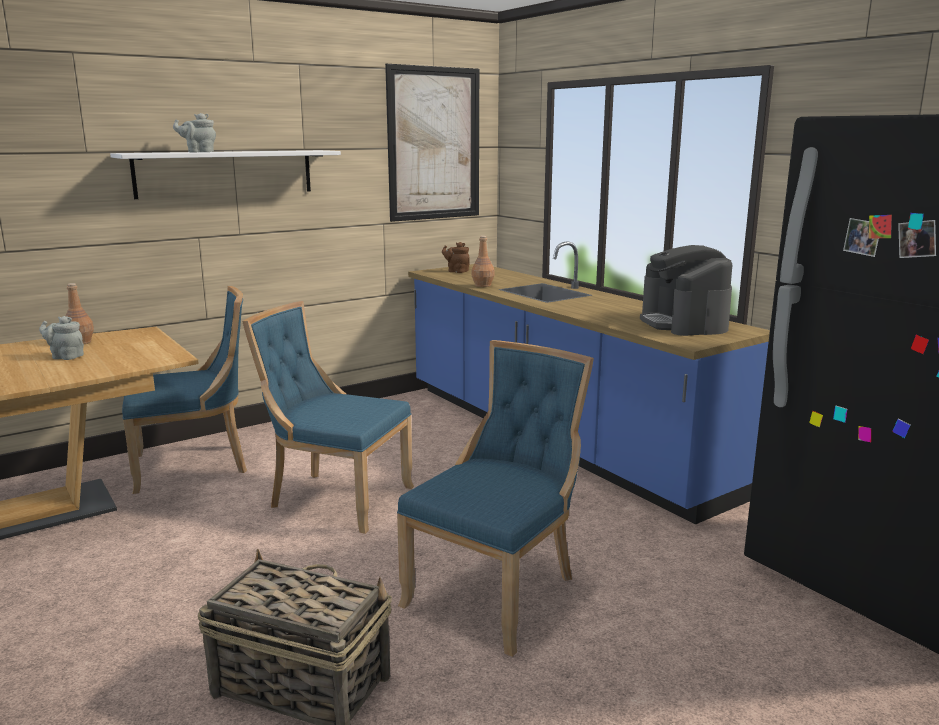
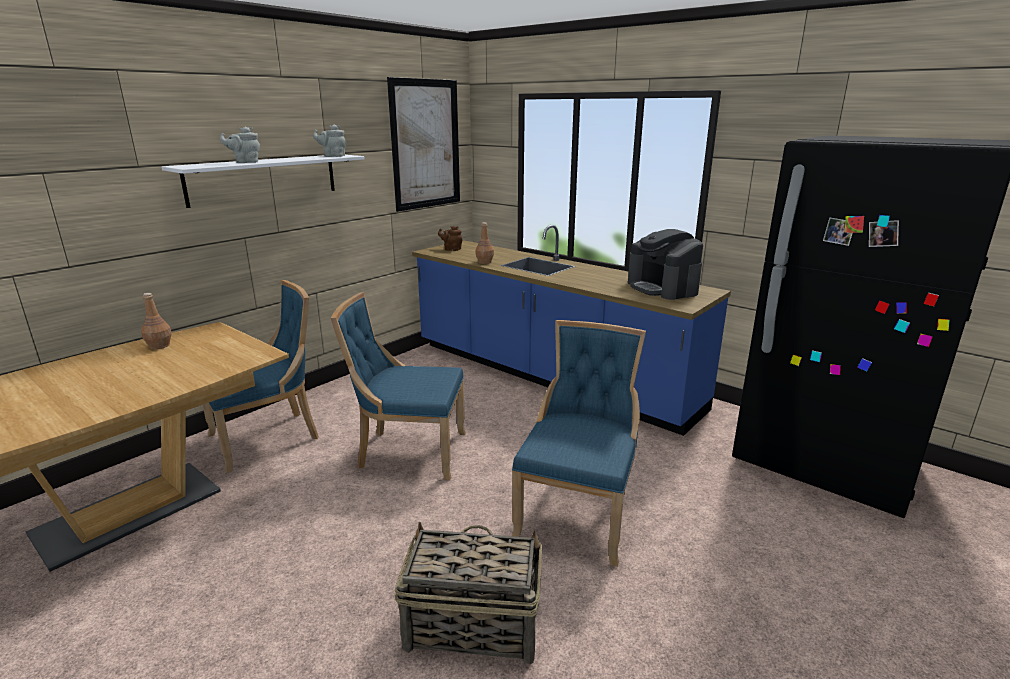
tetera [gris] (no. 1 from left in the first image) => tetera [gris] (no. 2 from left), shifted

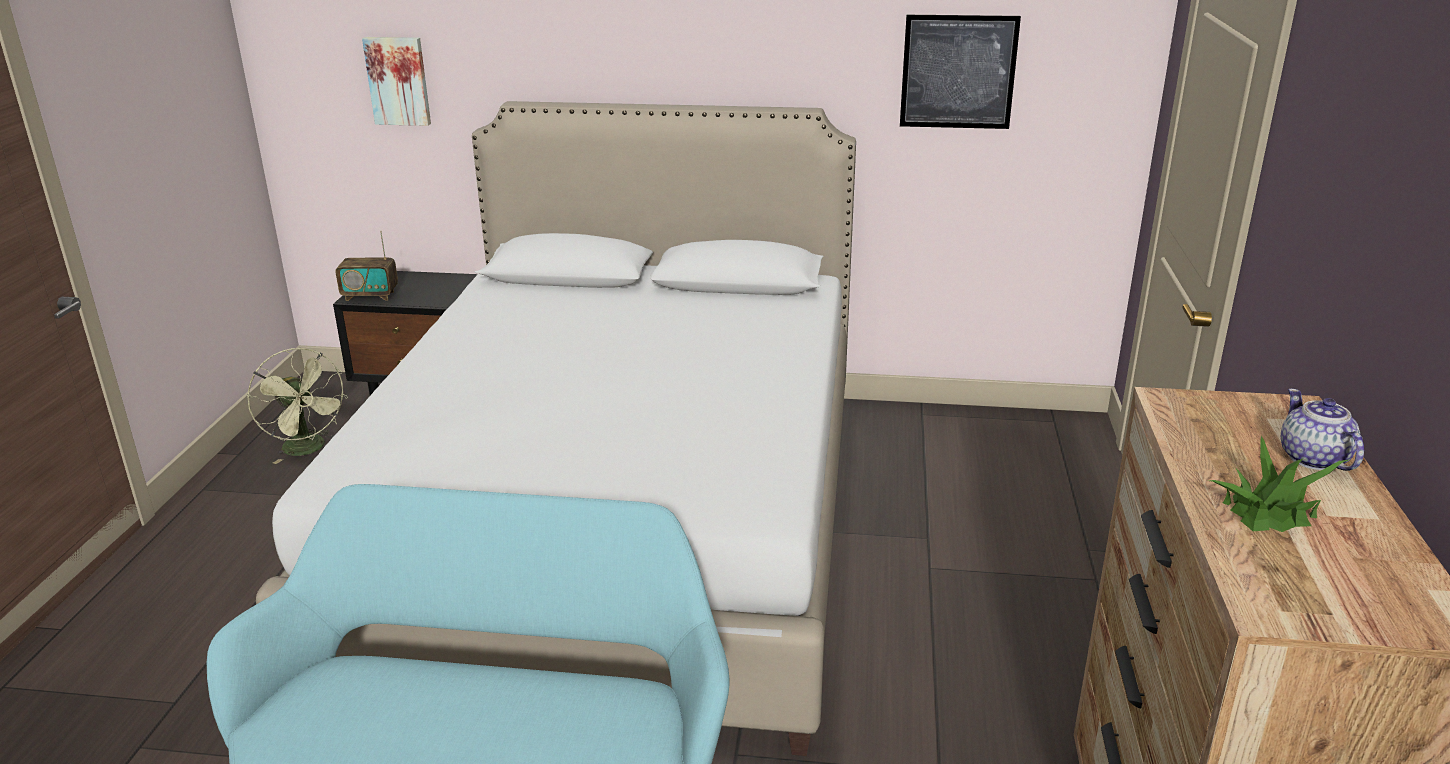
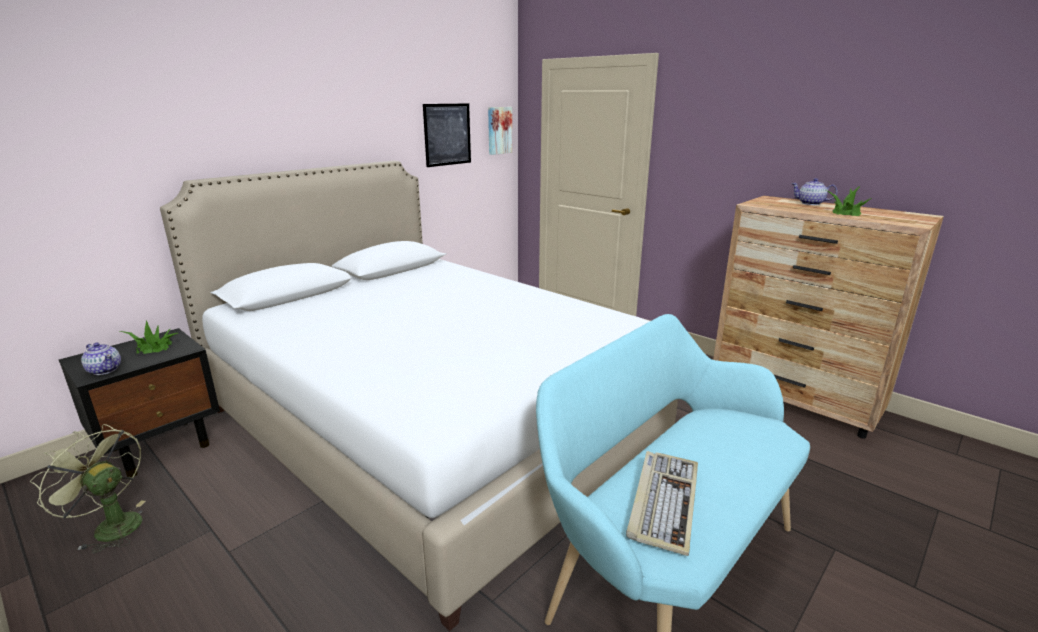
ventilador [verde], 150 degrees counterclockwise
radio => tetera (no. 1 from left)
cuadro (no. 1 from left in the first image) => cuadro (no. 2 from left), shifted
nothing => planta en maceta (no. 1 from left)
nothing => teclado

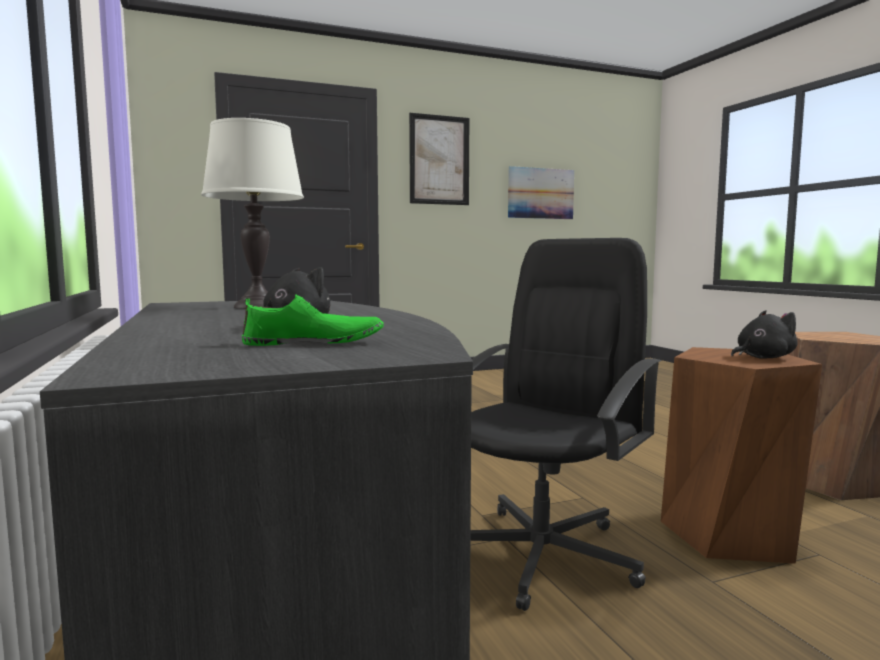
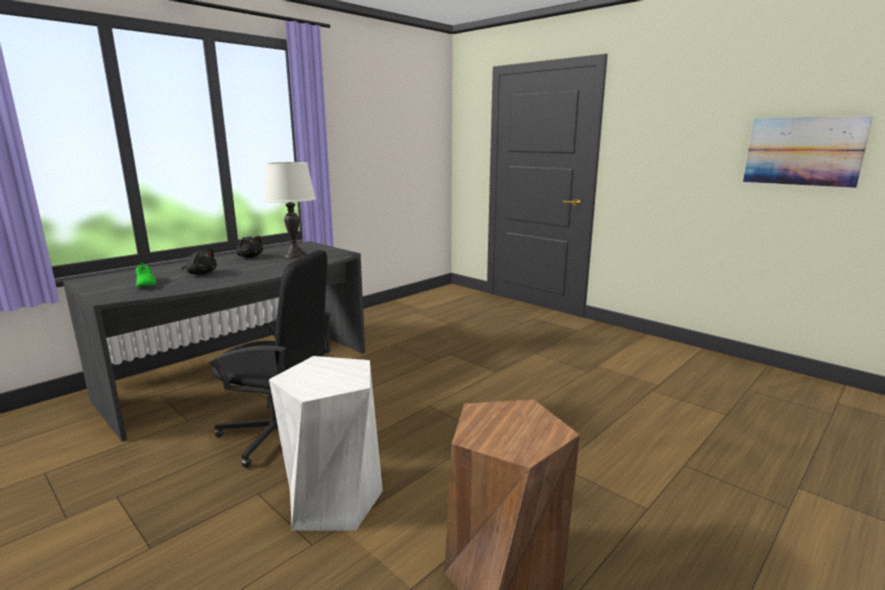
cuadro (no. 1 from left) => nothing
taburete [marrón] (no. 1 from left) => taburete [blanco]
peluche [negro] (no. 2 from left), shifted

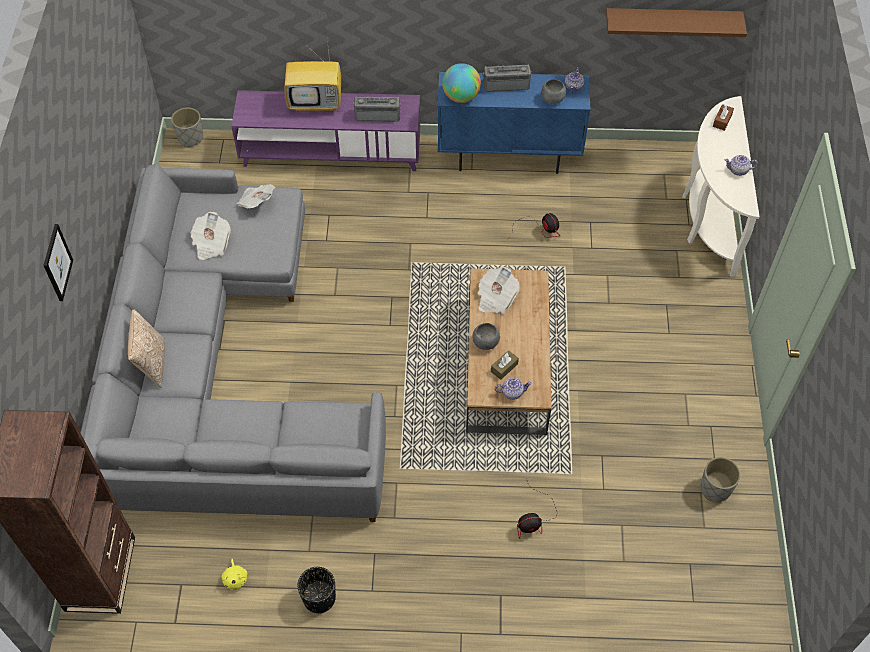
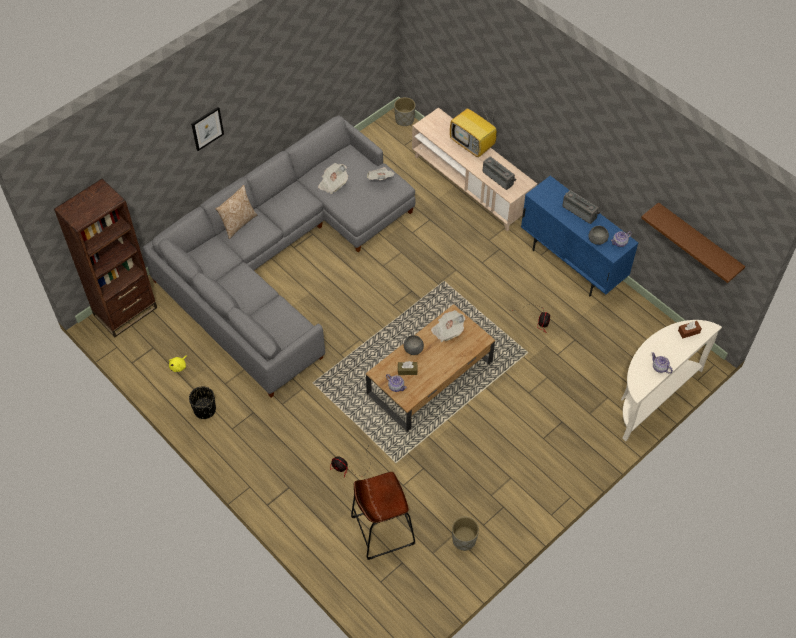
mueble de televisión [morado] => mueble de televisión [beis]
globo terráqueo => nothing
nothing => taburete [marrón]

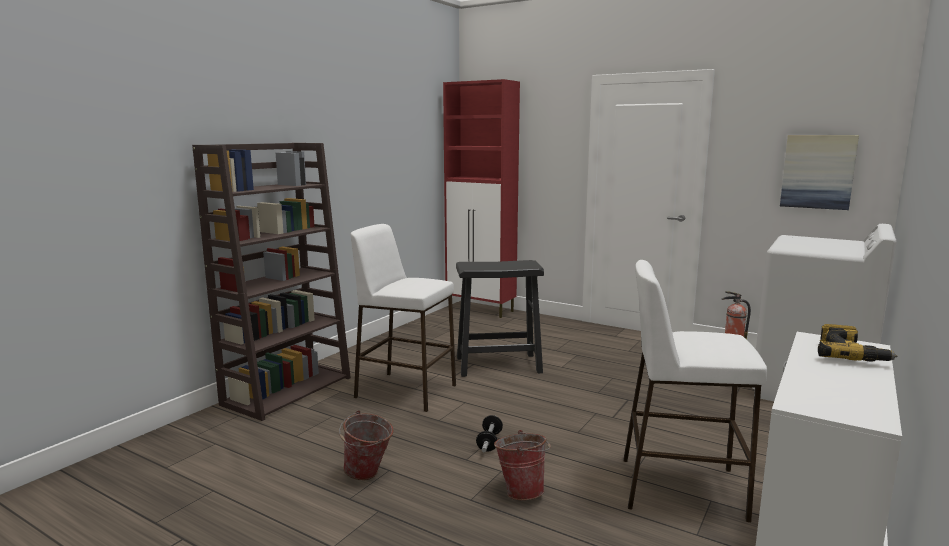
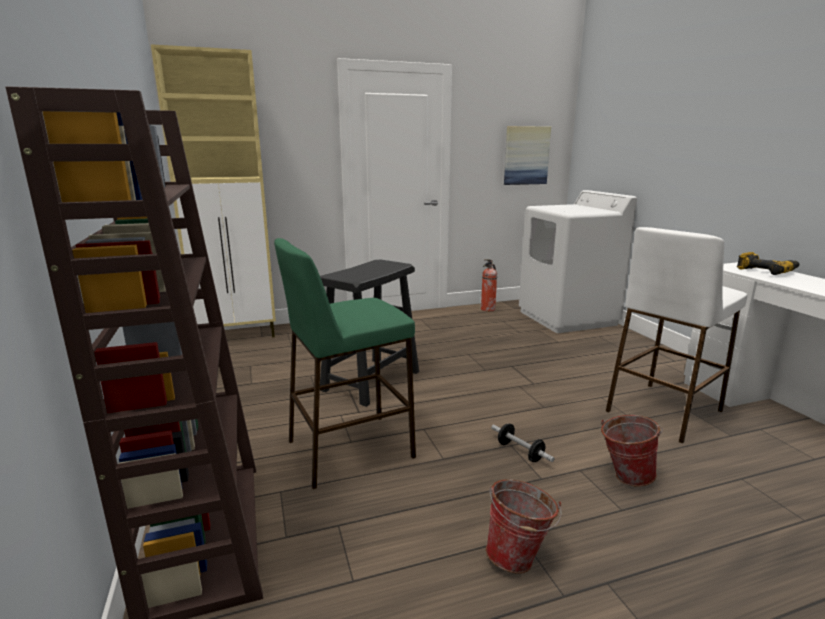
taburete [blanco] (no. 1 from left) => taburete [verde]
armario [rojo] => armario [beis]

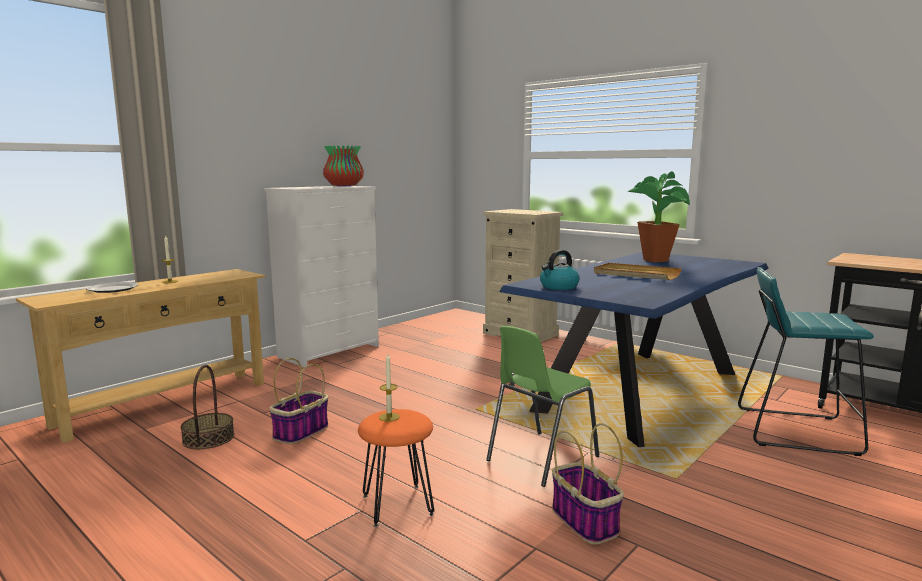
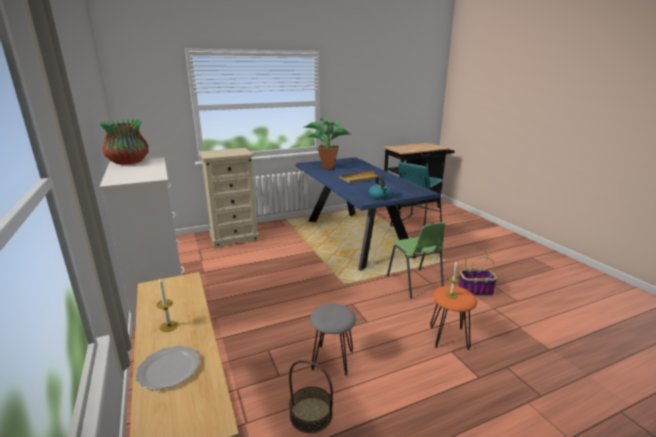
cesta (no. 2 from left) => taburete [gris]

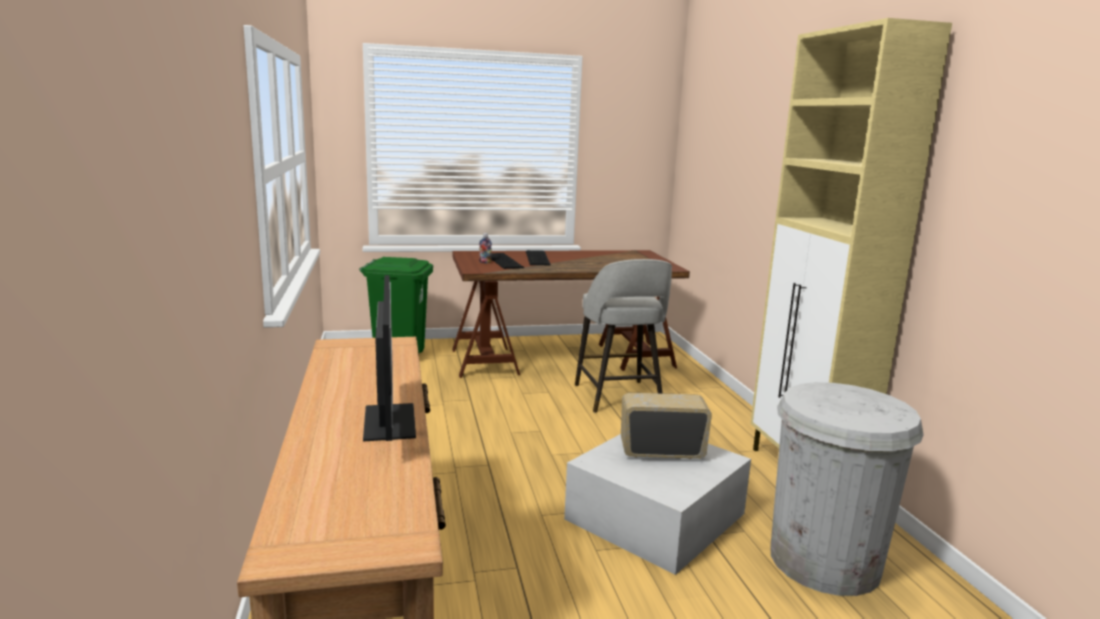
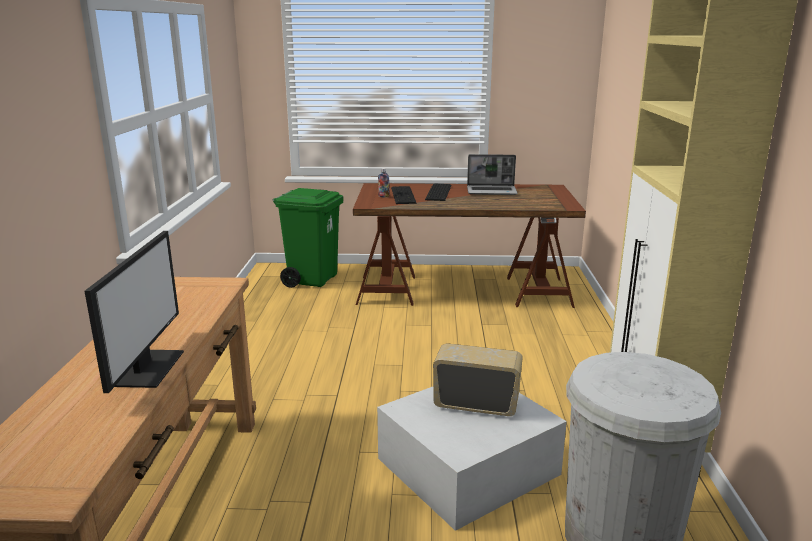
taburete [gris] => nothing
nothing => portátil

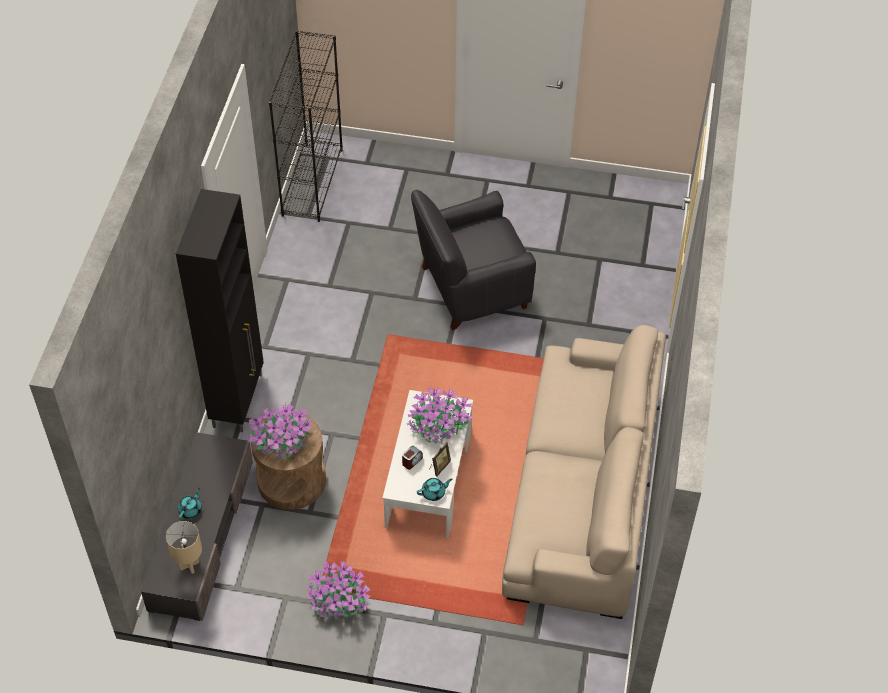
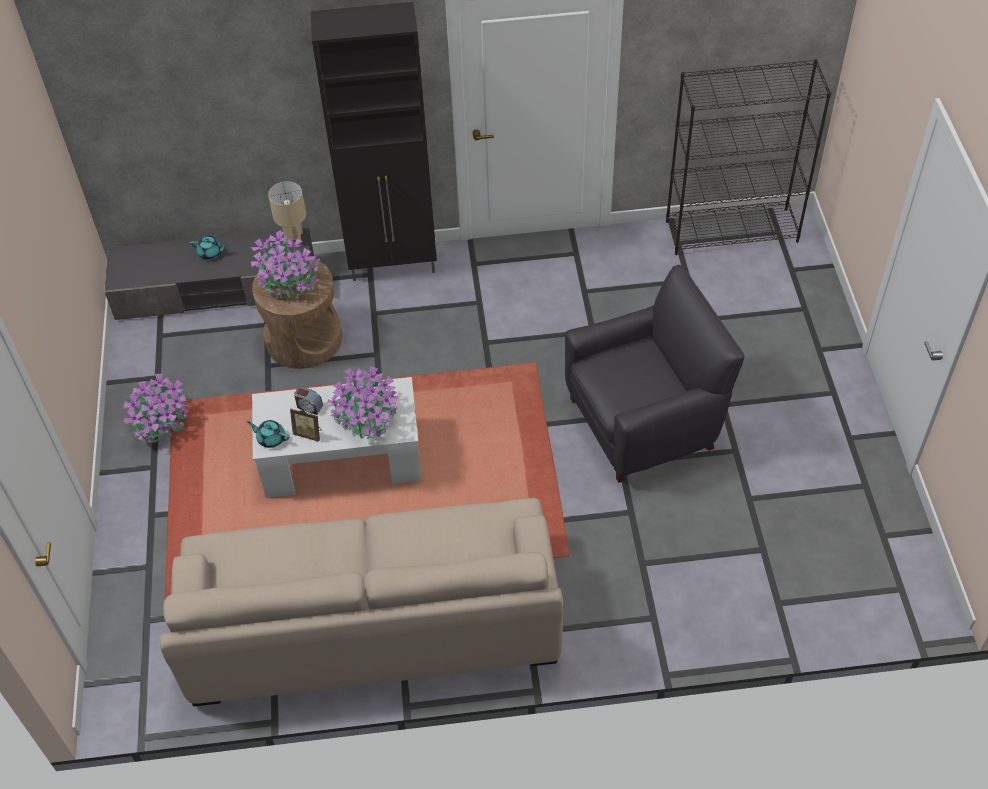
lámpara de mesa [beis], shifted
sillón [negro], 105 degrees clockwise
tetera [turquesa] (no. 2 from left), 150 degrees clockwise

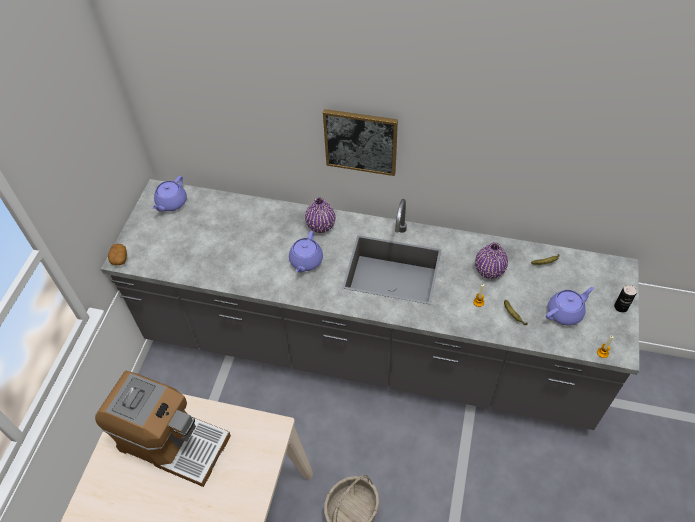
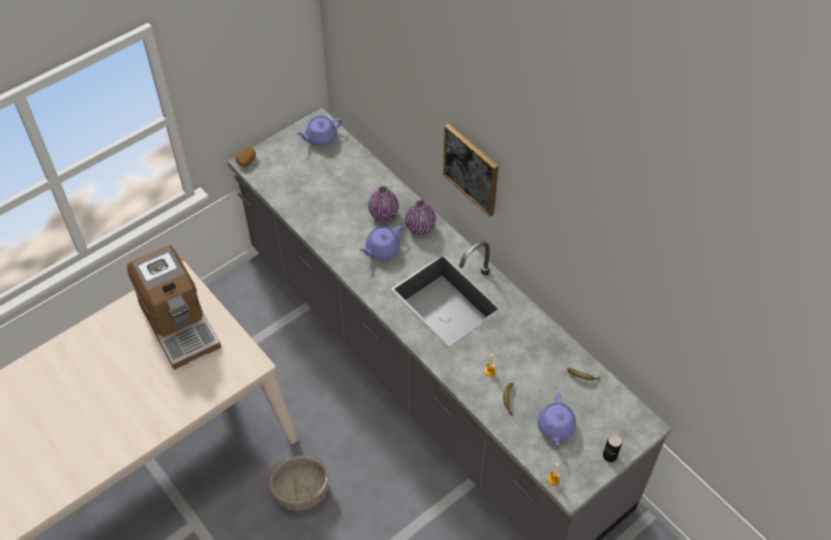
florero [morado] (no. 2 from left in the first image) => florero [morado] (no. 1 from left), shifted
tetera [morado] (no. 3 from left), 90 degrees clockwise

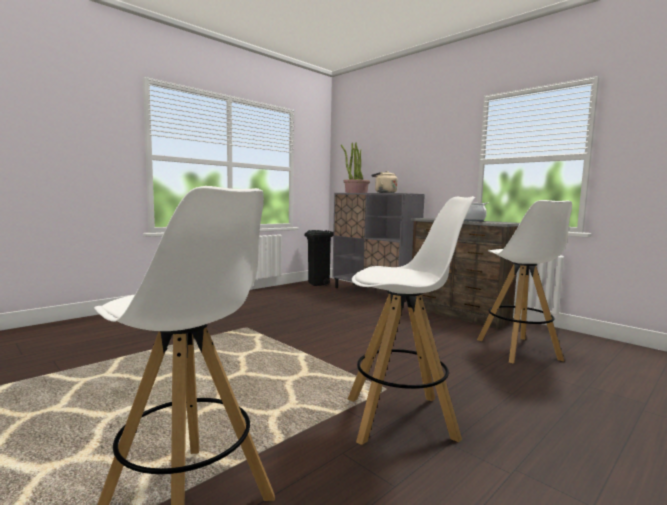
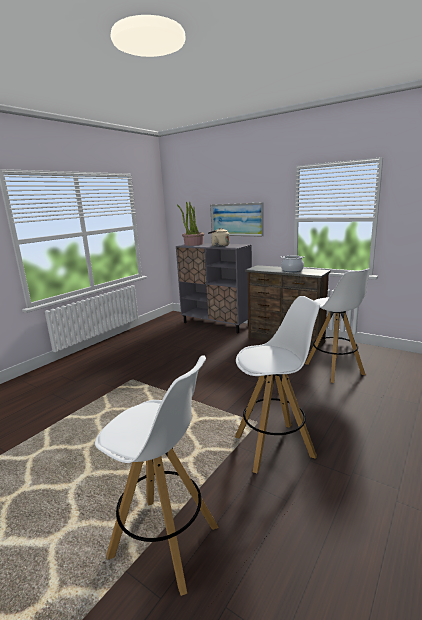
papelera [negro] => nothing
nothing => cuadro

